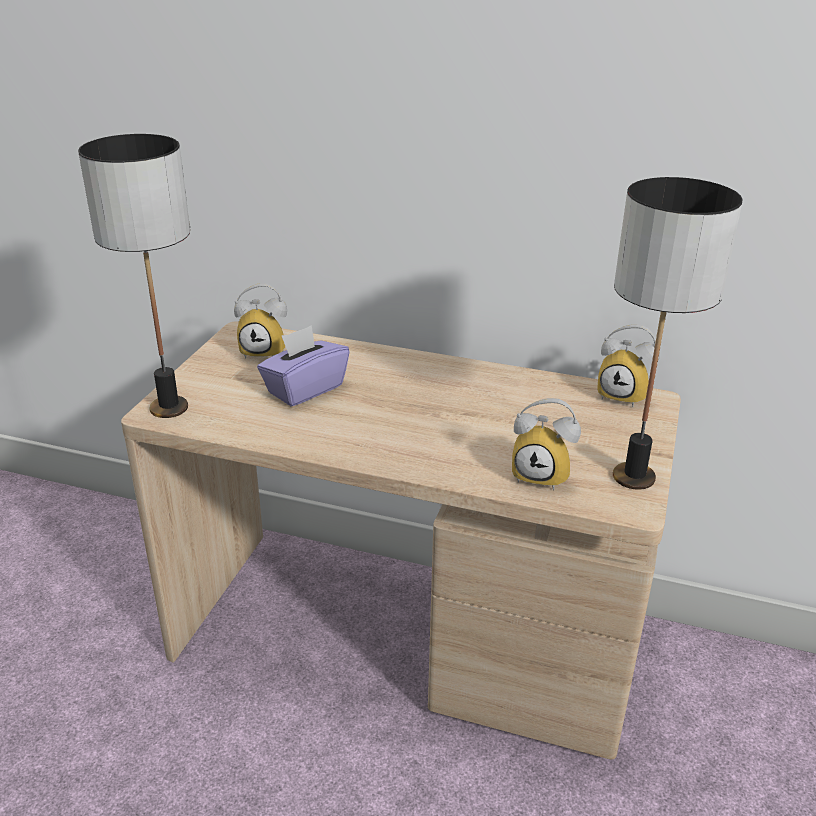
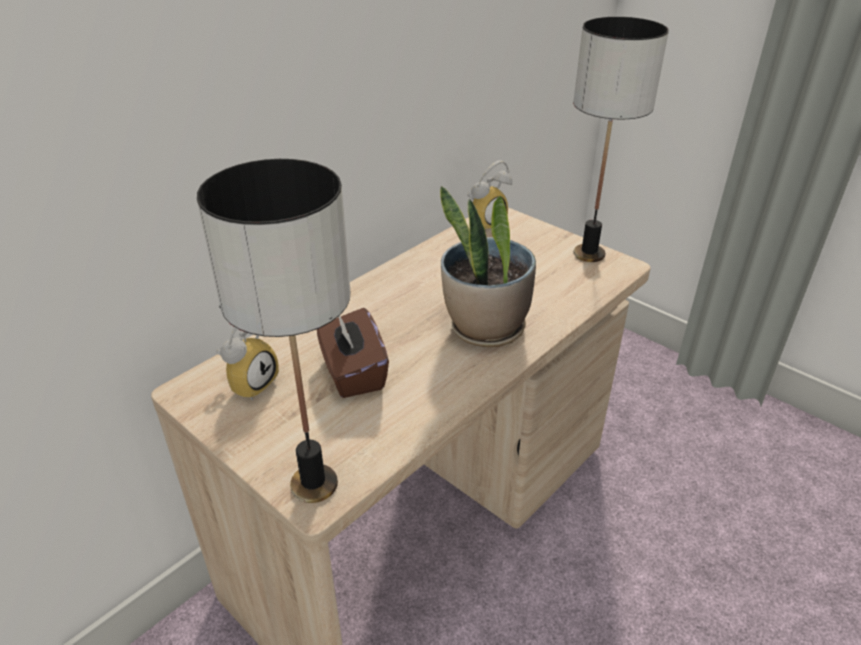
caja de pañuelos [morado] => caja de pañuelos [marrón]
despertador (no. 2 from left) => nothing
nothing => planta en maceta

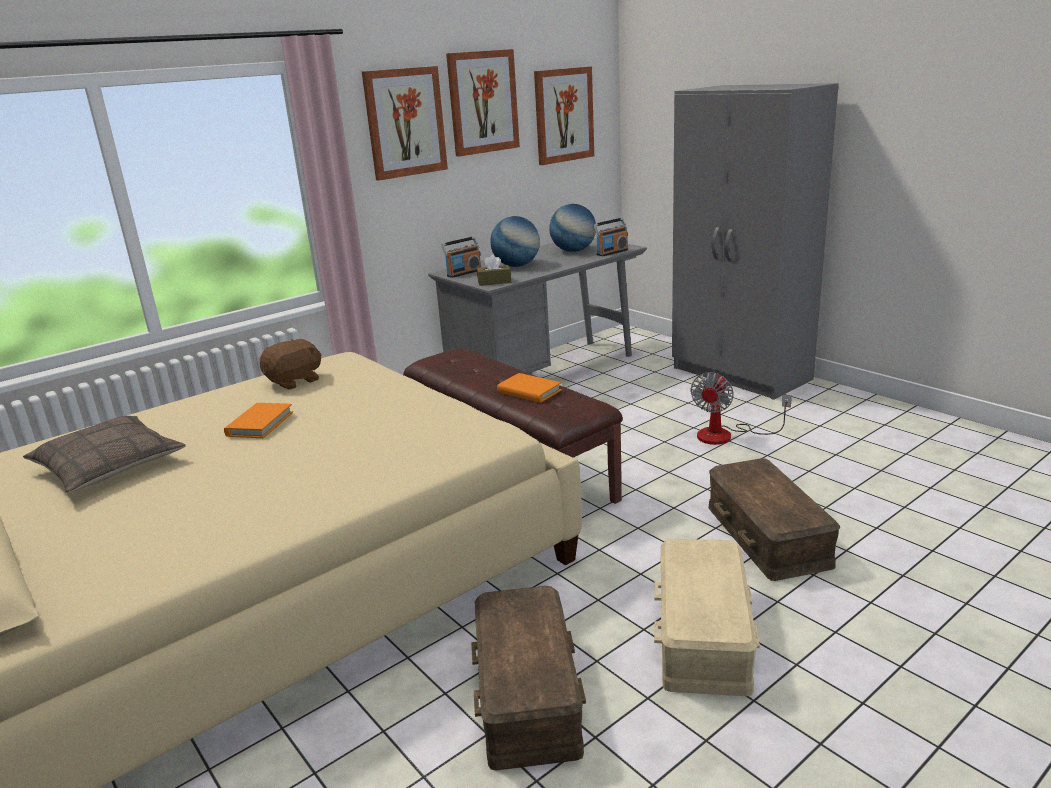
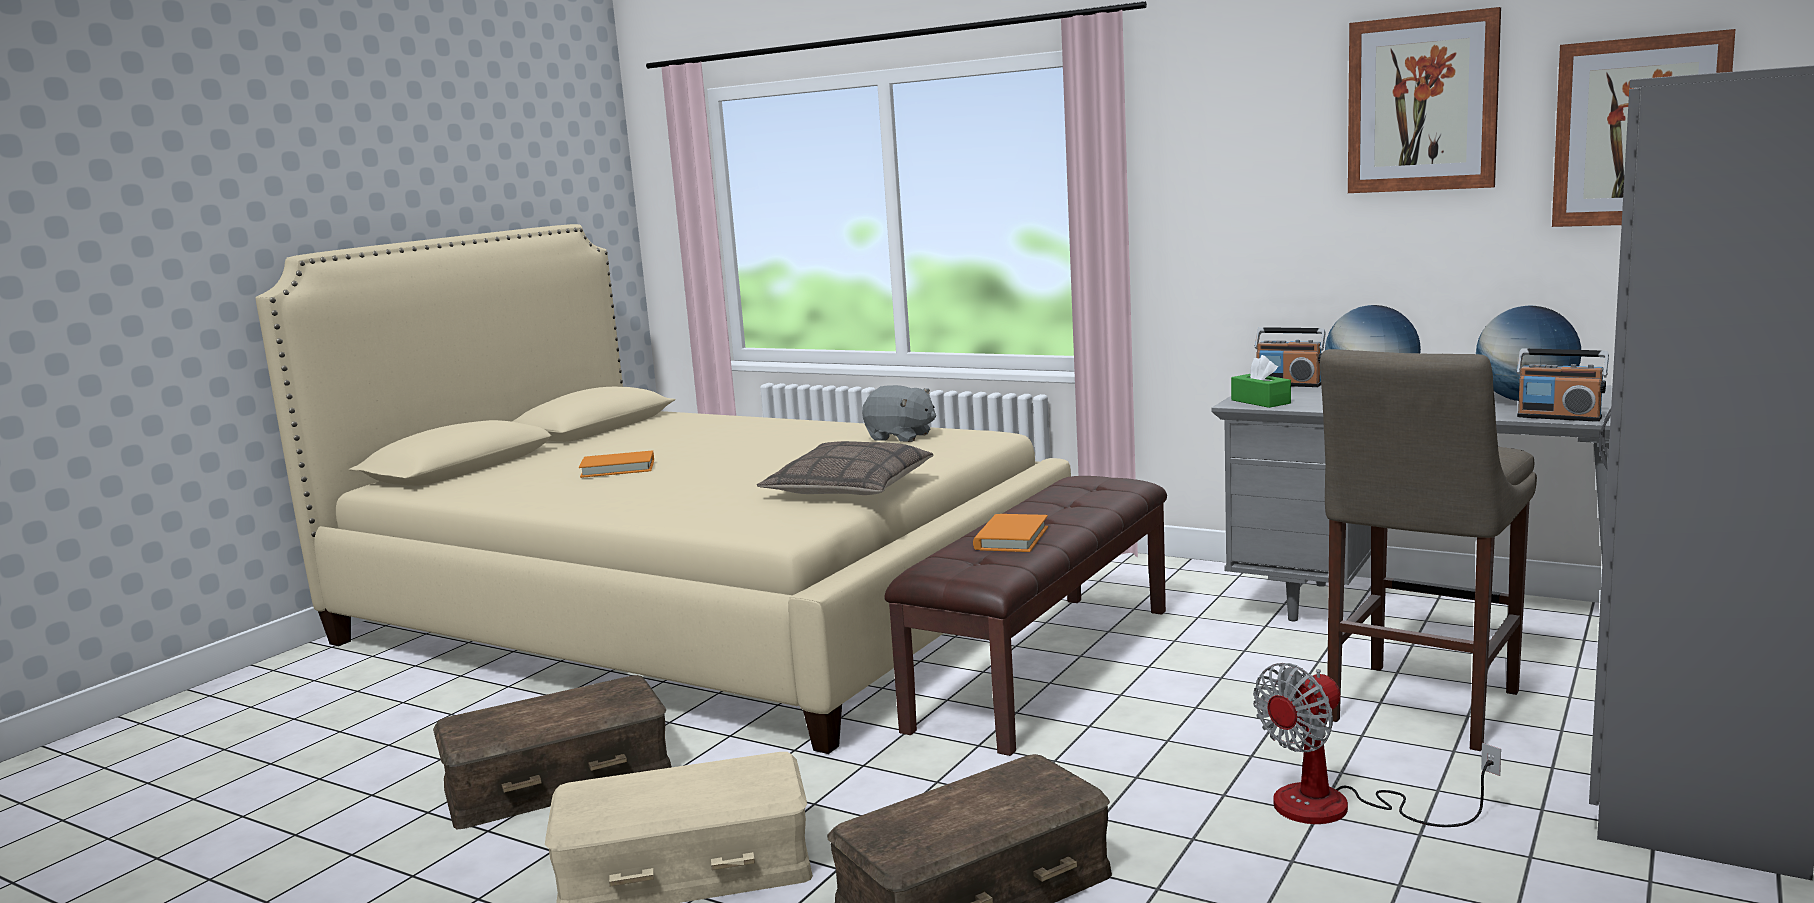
cojín, shifted
libro [naranja] (no. 1 from left), shifted
peluche [marrón] => peluche [gris]
cuadro (no. 1 from left) => nothing
caja de pañuelos [marrón] => caja de pañuelos [verde]
ventilador, 45 degrees counterclockwise
nothing => taburete [beis]

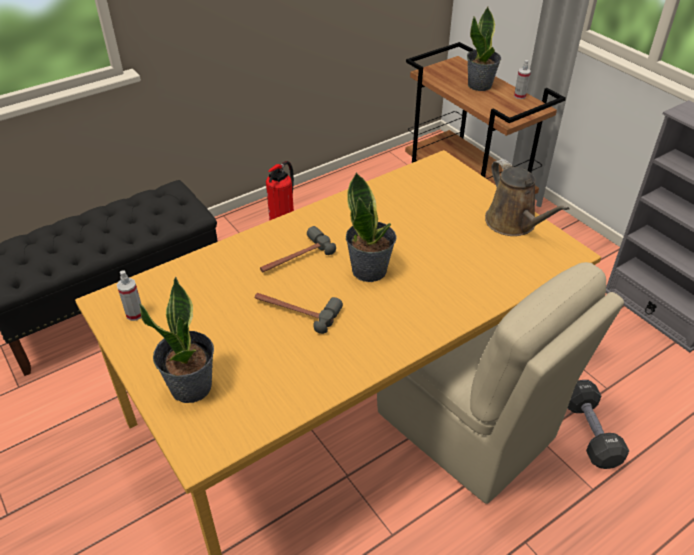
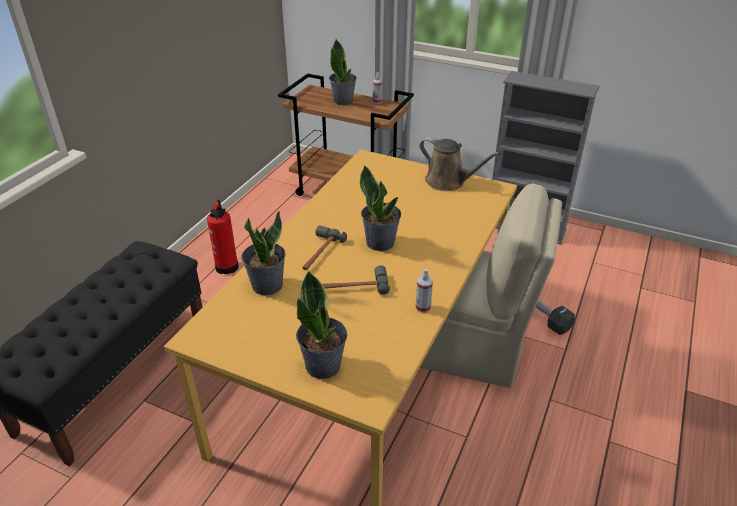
pulverizador (no. 1 from left in the first image) => pulverizador (no. 2 from left), shifted
nothing => planta en maceta (no. 1 from left)

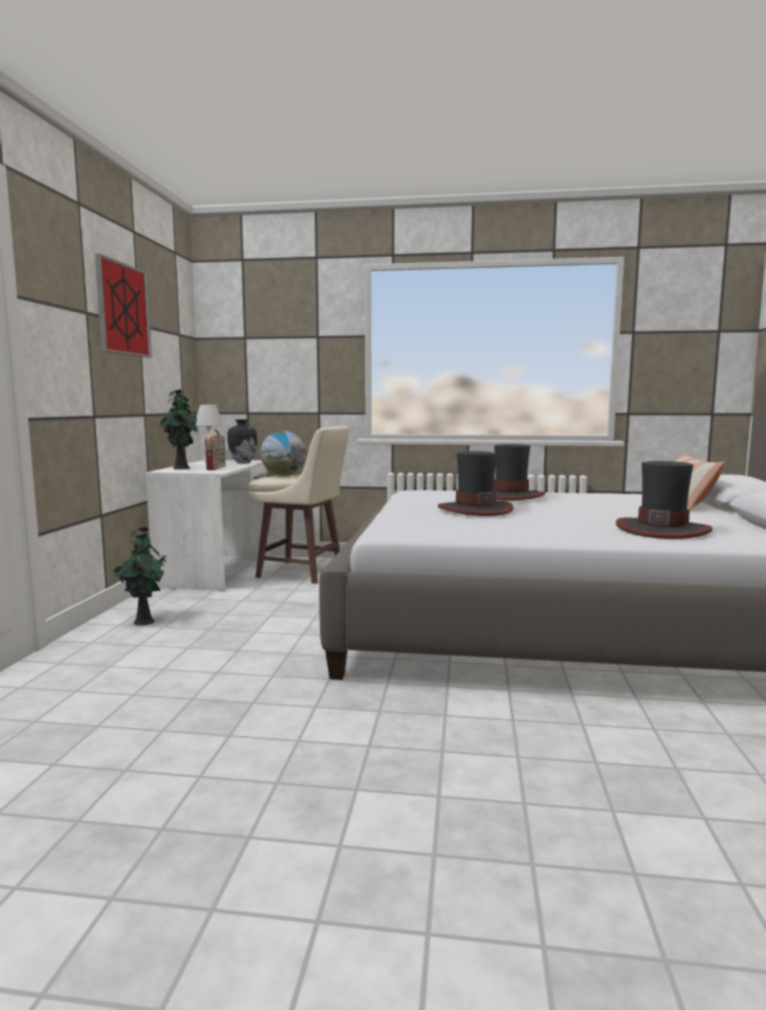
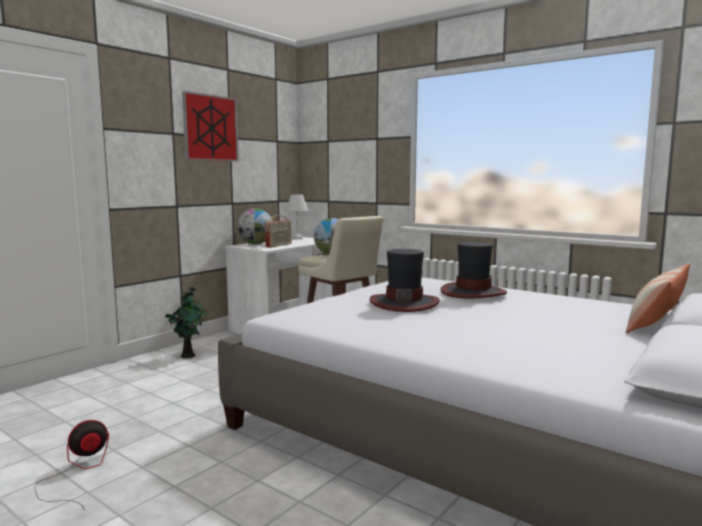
planta en maceta (no. 2 from left) => globo terráqueo (no. 1 from left)
florero => nothing
sombrero (no. 3 from left) => nothing
nothing => ventilador

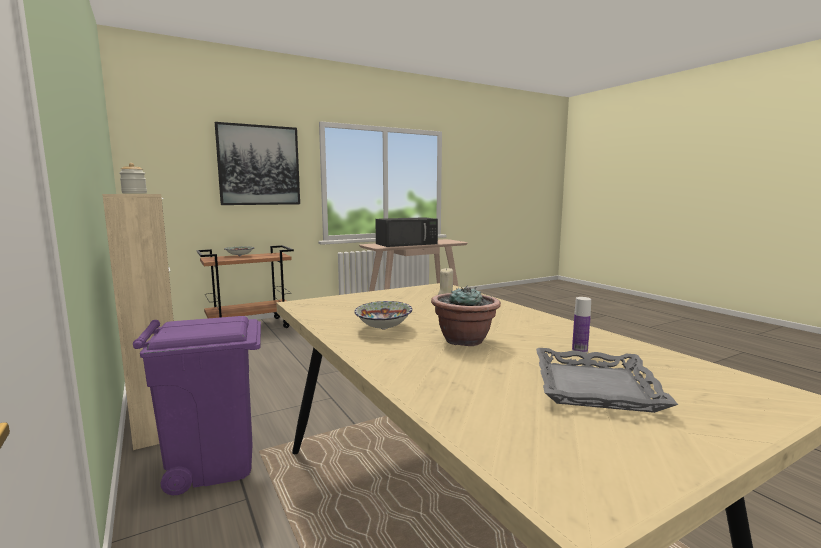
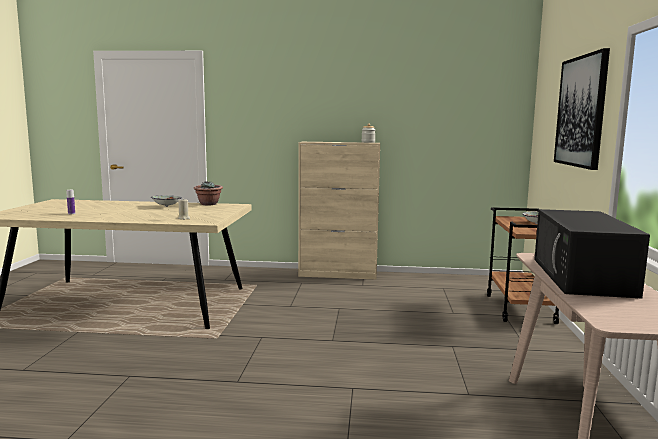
papelera [morado] => nothing
planta en maceta, shifted
bandeja [gris] => nothing

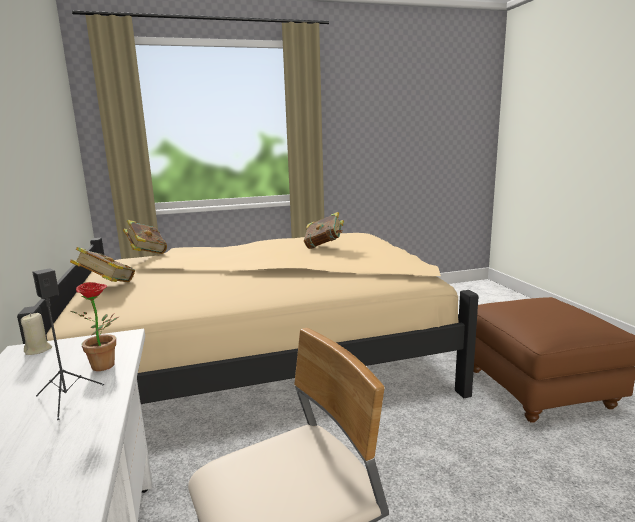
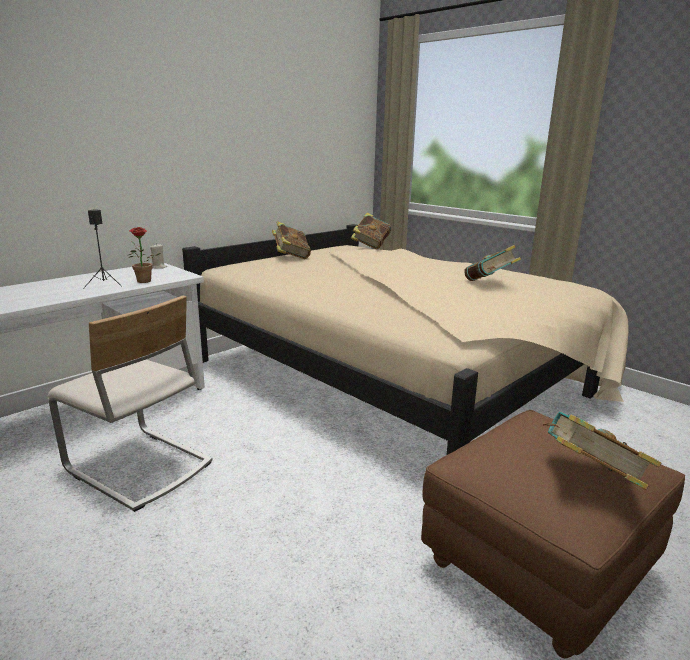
nothing => libro (no. 4 from left)

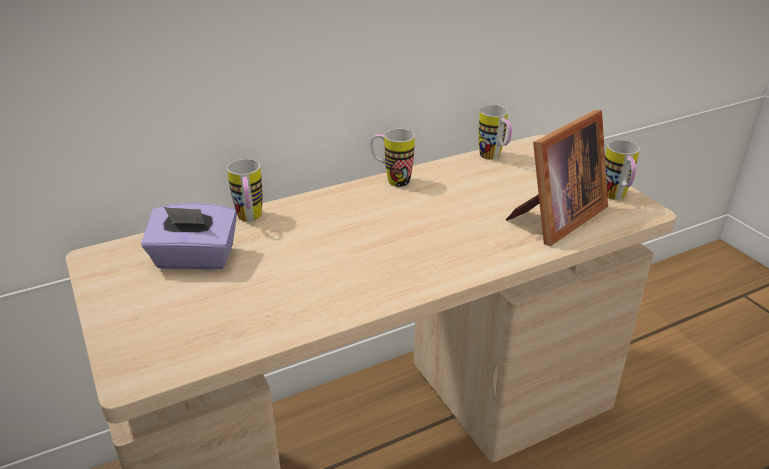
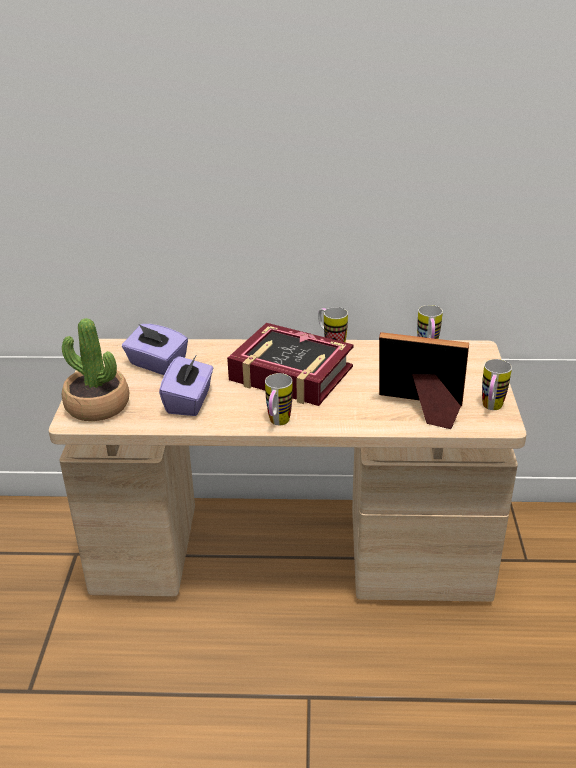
taza grande (no. 1 from left), shifted
portarretratos, 150 degrees counterclockwise
nothing => planta en maceta
nothing => caja de pañuelos [morado] (no. 2 from left)
nothing => libro

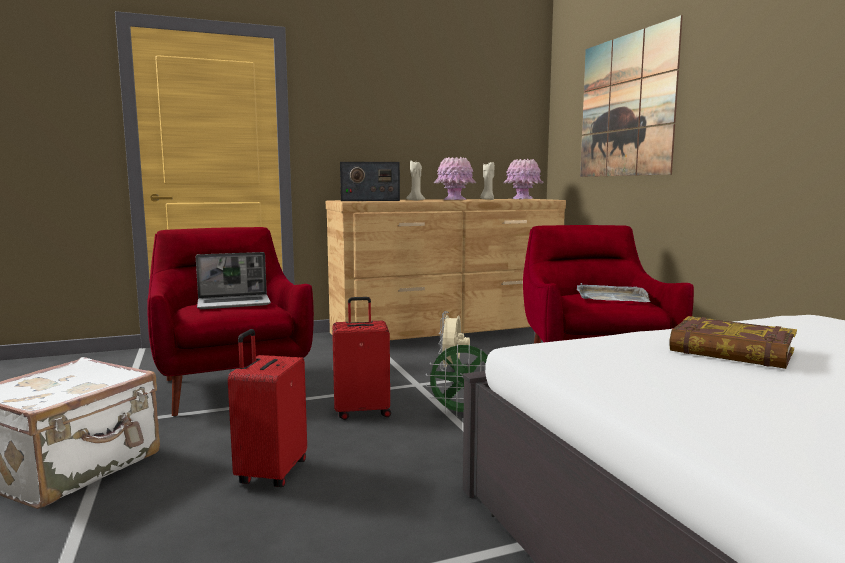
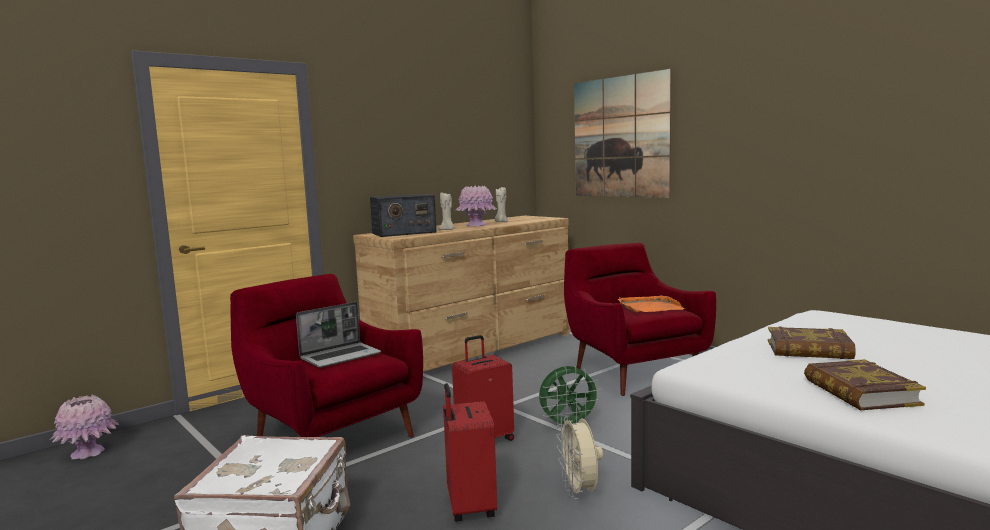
ventilador [beis], shifted
florero [rosa] (no. 2 from left in the first image) => florero [rosa] (no. 1 from left), shifted
bandeja [gris] => bandeja [naranja]
nothing => libro (no. 2 from left)

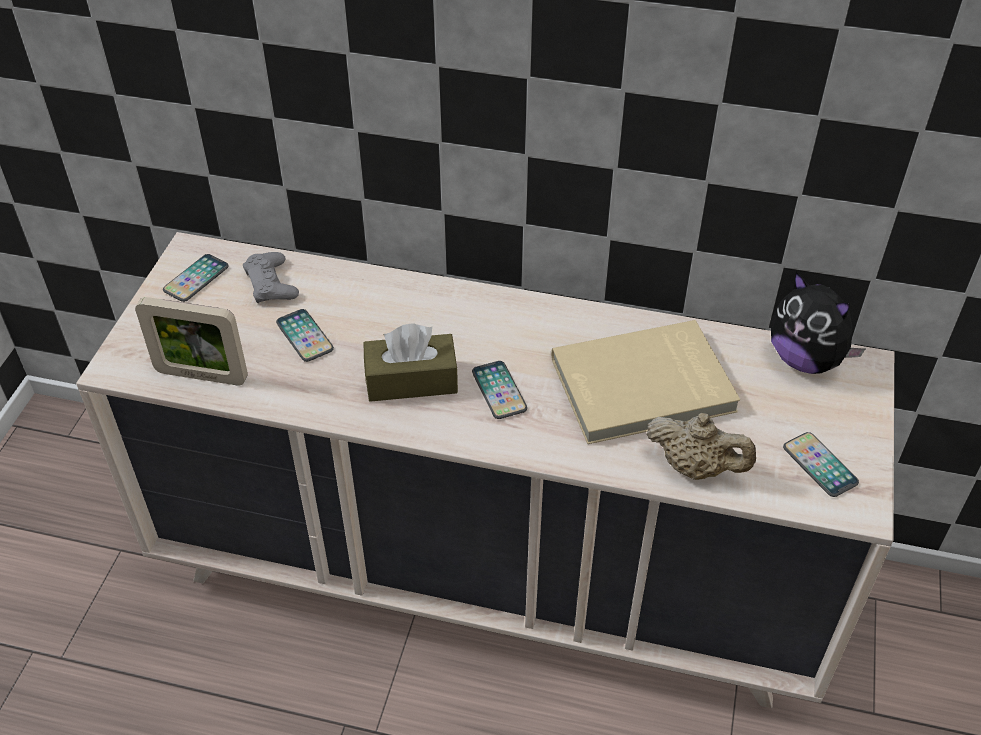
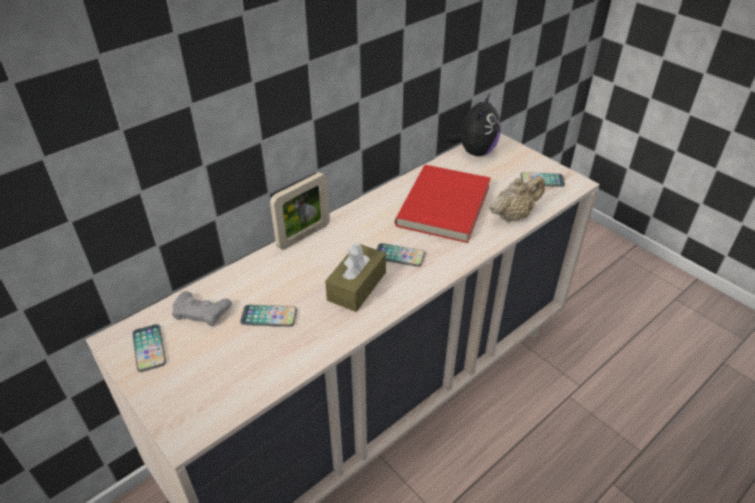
portarretratos, shifted
libro [beis] => libro [rojo]
peluche, 60 degrees counterclockwise

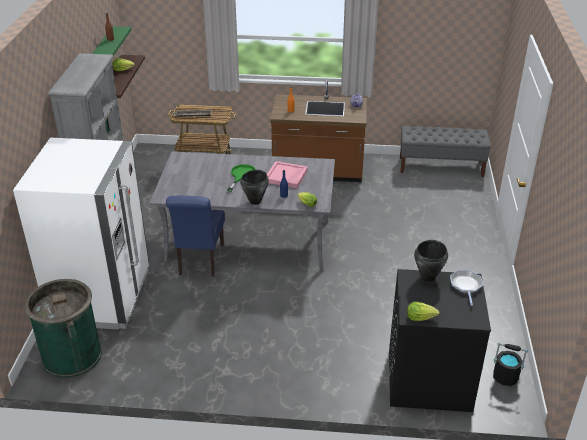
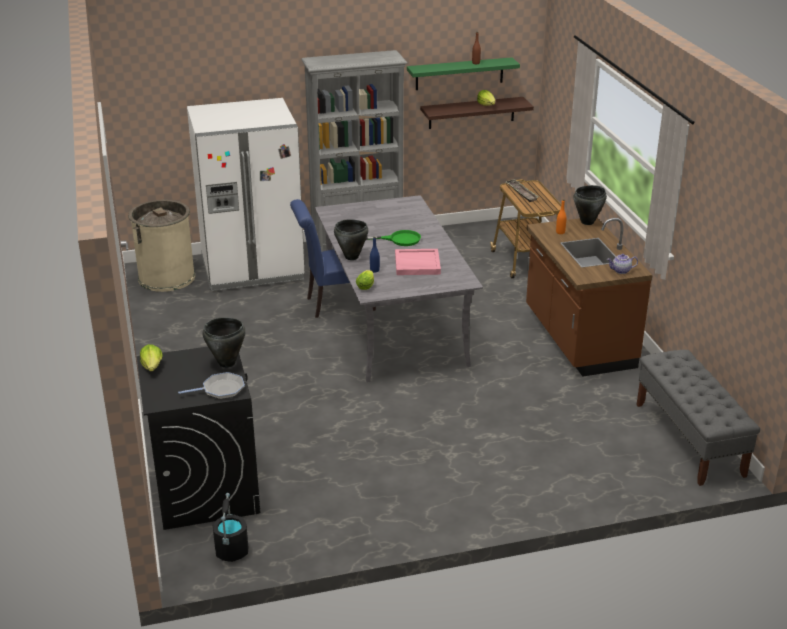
papelera [verde] => papelera [beis]
nothing => olla [negro] (no. 3 from left)

